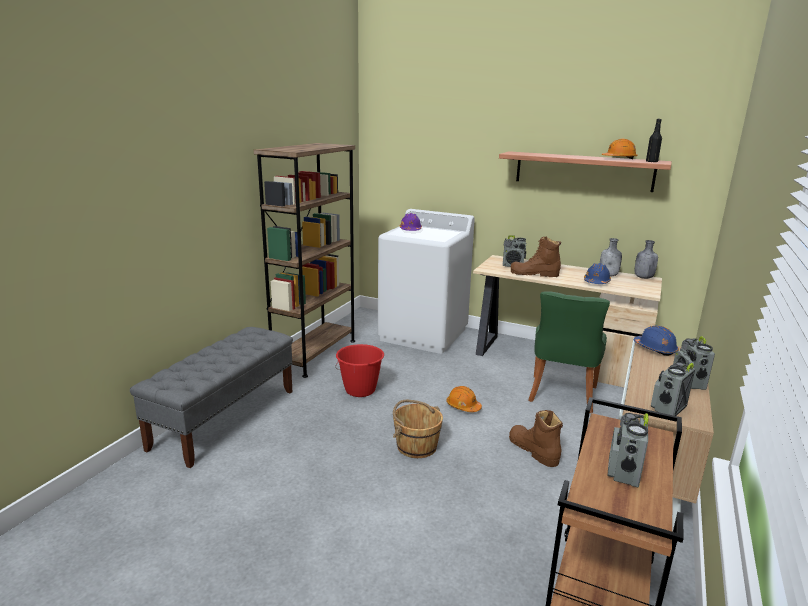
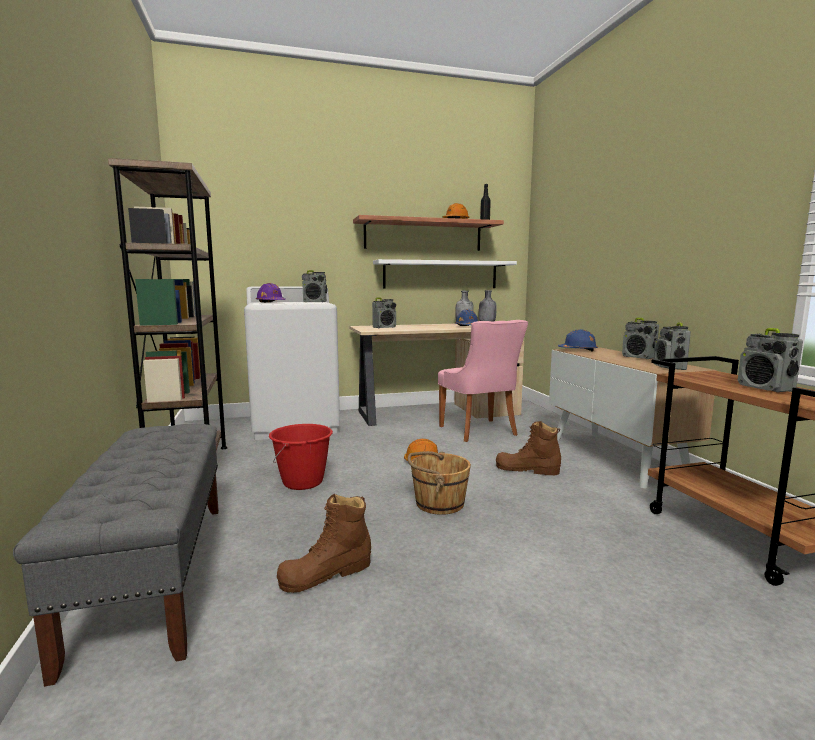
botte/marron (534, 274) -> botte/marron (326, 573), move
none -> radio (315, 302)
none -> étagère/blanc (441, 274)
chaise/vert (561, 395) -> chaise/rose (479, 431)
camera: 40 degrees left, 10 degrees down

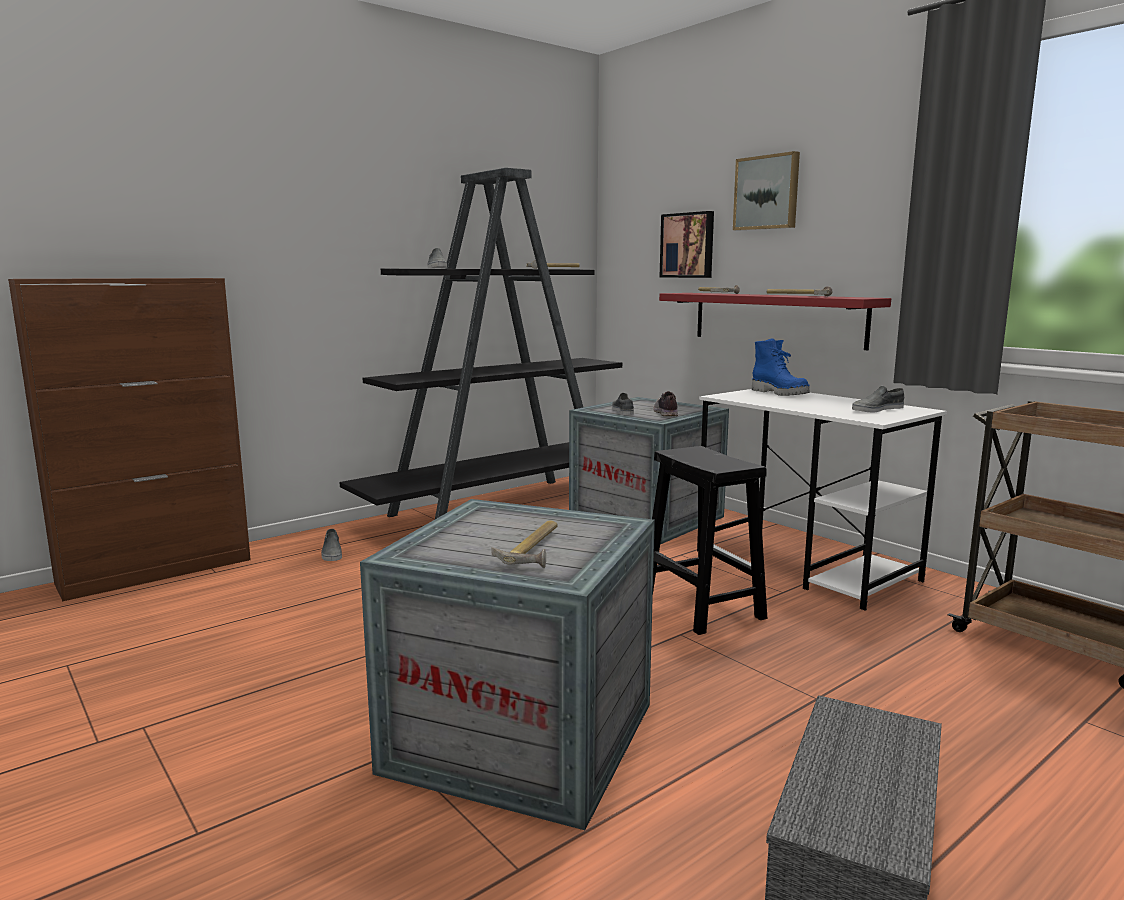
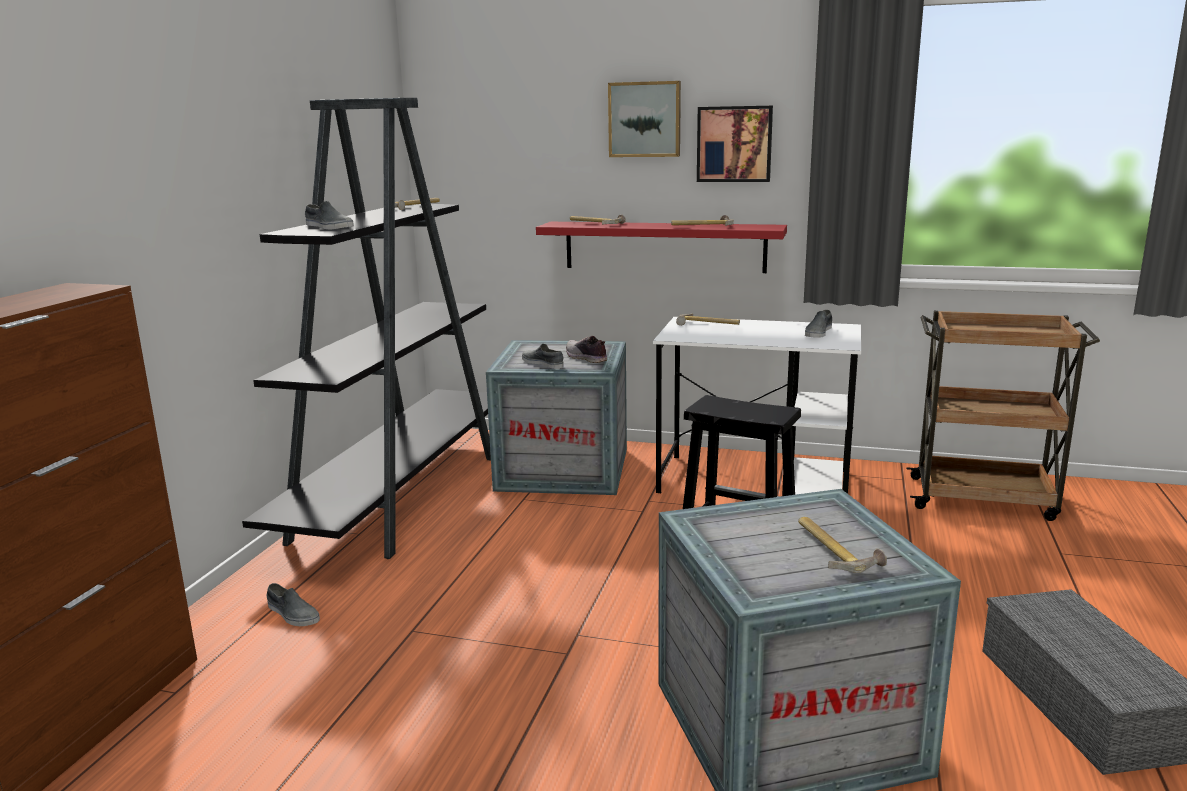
botte/bleu (780, 393) -> marteau (707, 324)
tableau (688, 245) -> tableau (734, 144), move
camera: 35 degrees left, 5 degrees up

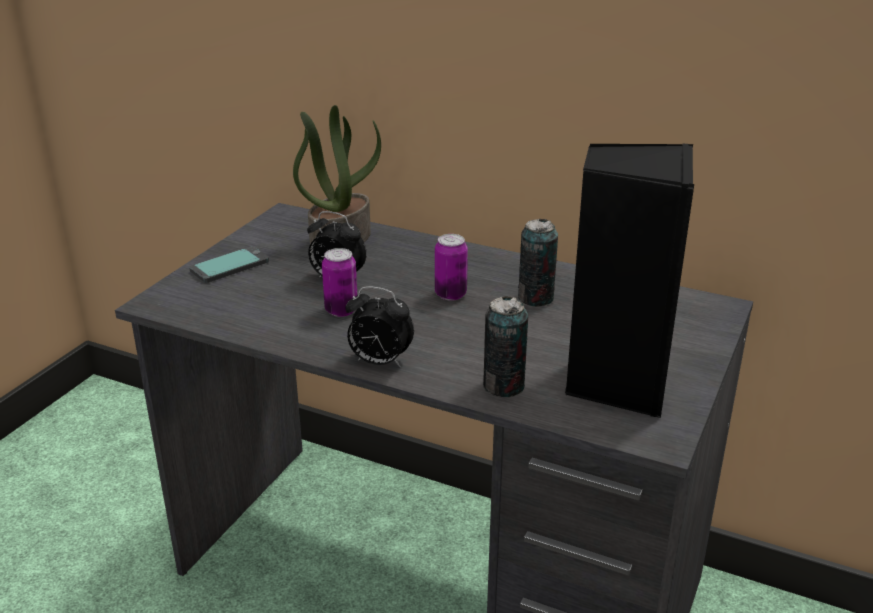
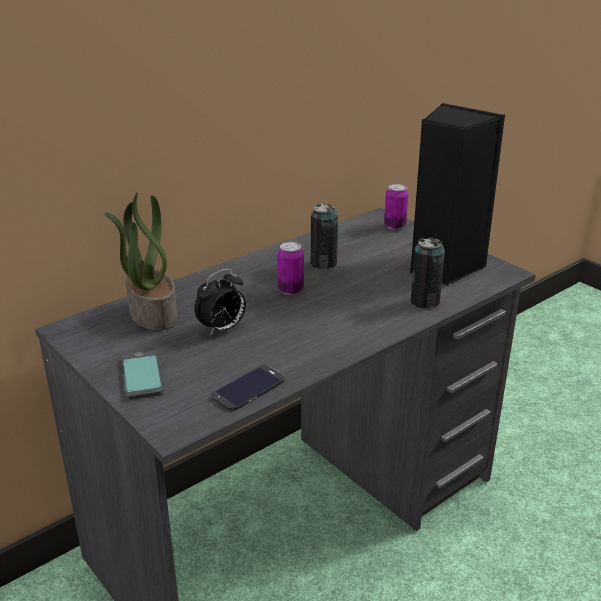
none -> téléphone (249, 388)
boîte métallique (341, 310) -> boîte métallique (394, 226), move
réveil (379, 362) -> none
camera: 65 degrees left, 0 degrees up

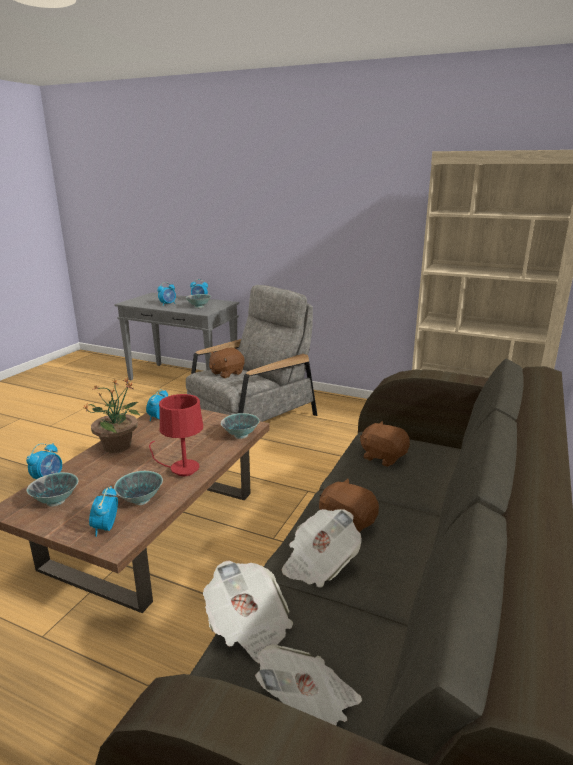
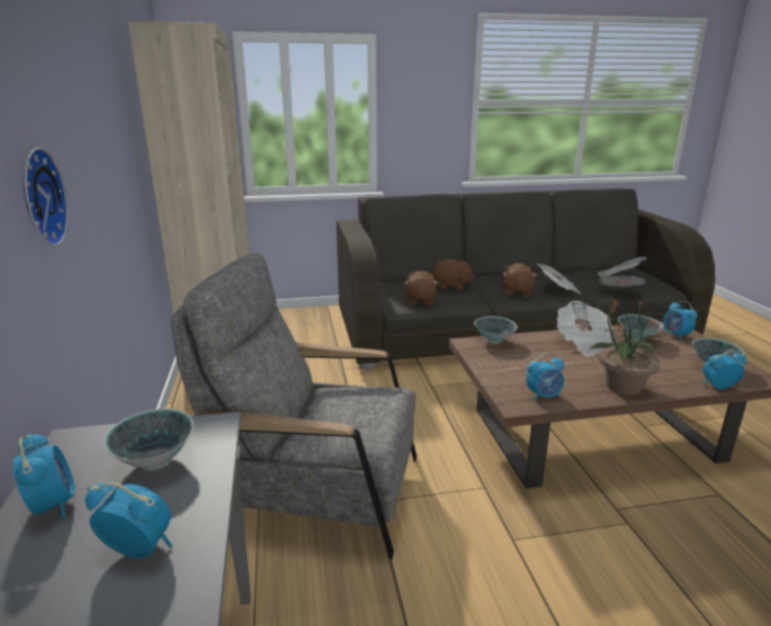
none -> horloge murale (38, 198)
peluche/marron (226, 373) -> peluche/marron (451, 286), move
lampe de table/rouge (179, 468) -> journal (583, 343)
réveil (106, 528) -> réveil (675, 335), 105 degrees clockwise
camera: 125 degrees left, 0 degrees up

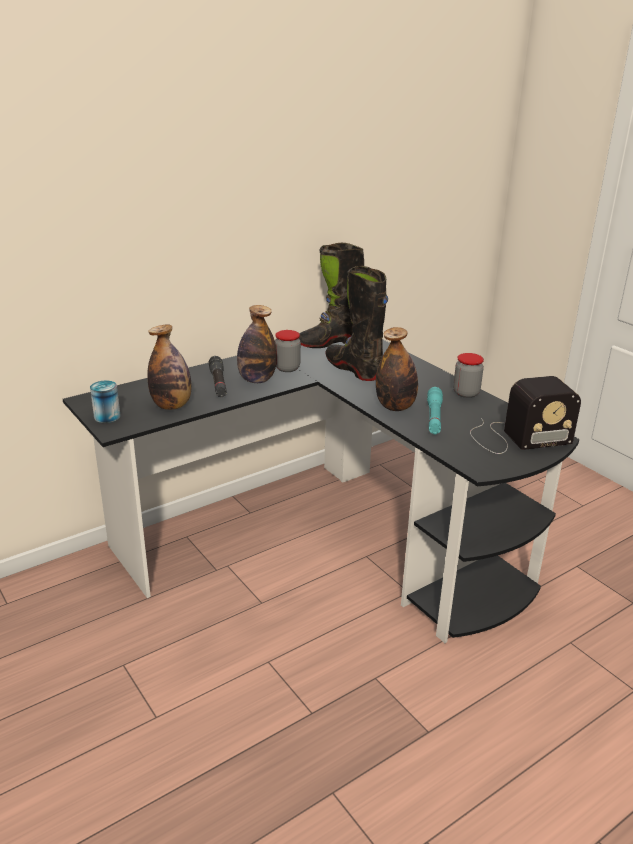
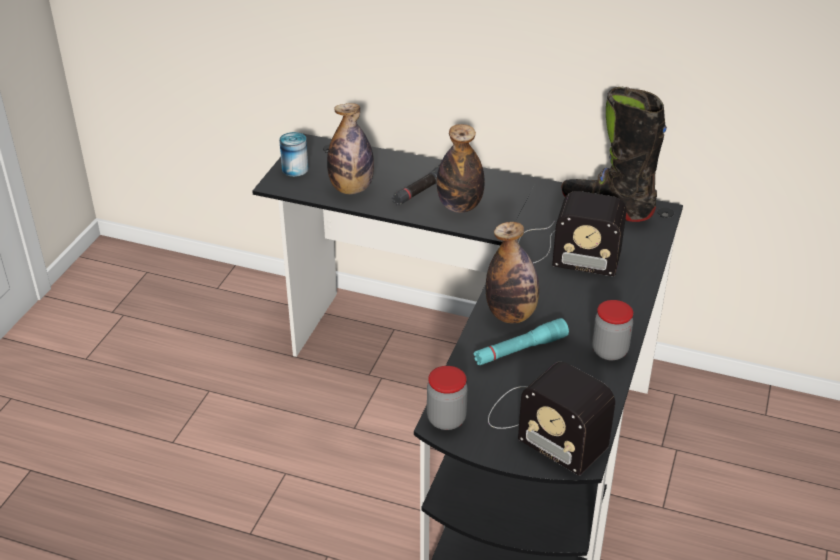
bocal (287, 368) -> bocal (446, 419), move
botte/noir (354, 369) -> radio (564, 252)
camera: 55 degrees right, 10 degrees up

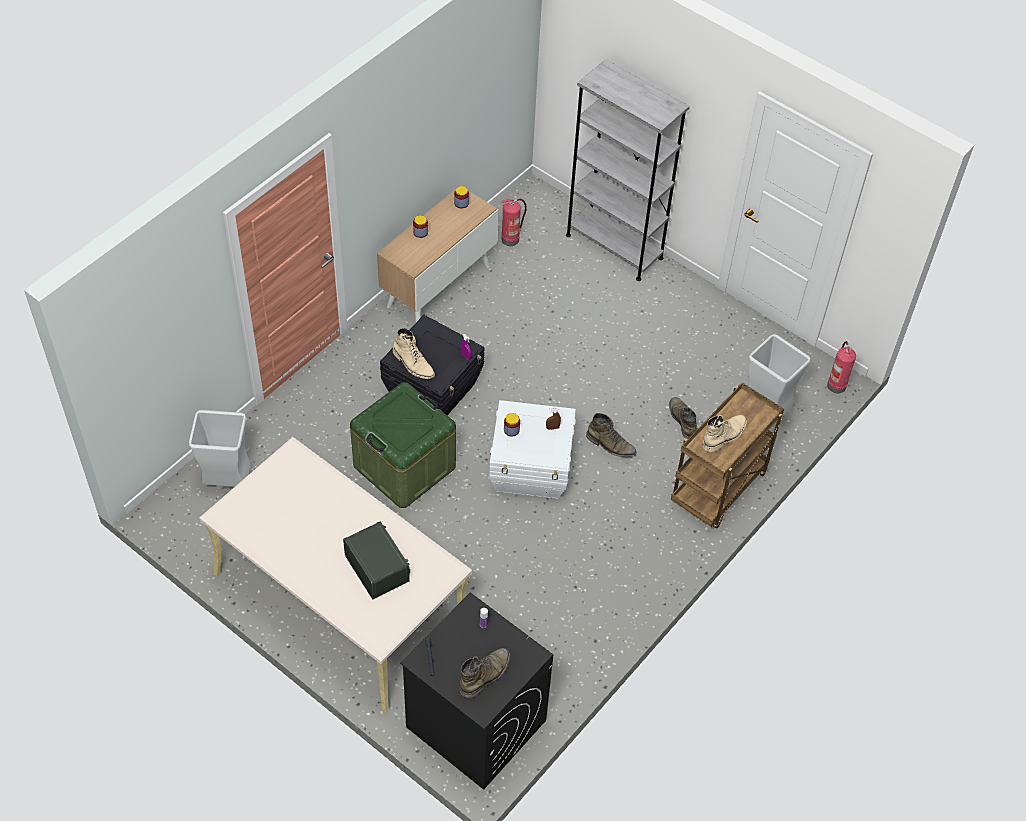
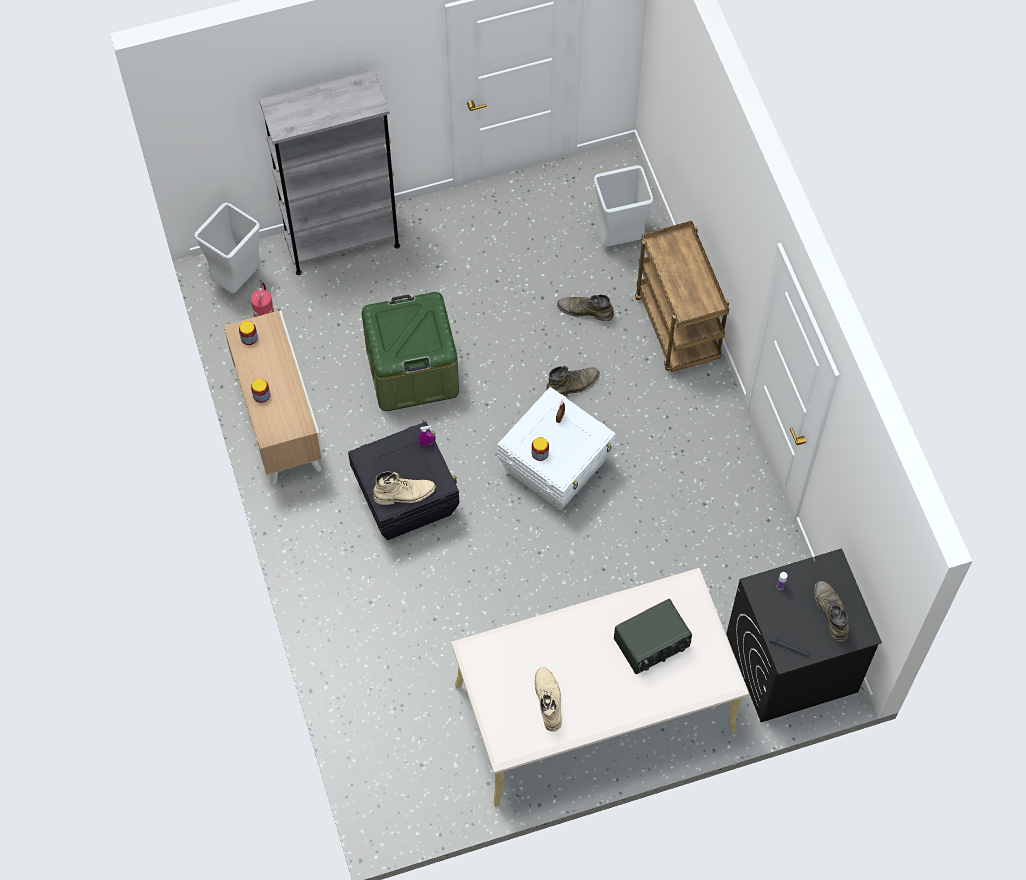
poubelle/gris (228, 482) -> poubelle/gris (238, 278), move
boîte de rangement/vert (404, 466) -> boîte de rangement/vert (412, 371), move
botte/beige (724, 435) -> botte/beige (548, 700), move
radio (378, 568) -> radio (652, 644), 150 degrees clockwise
extincteur (836, 385) -> none
camera: 55 degrees left, 10 degrees up

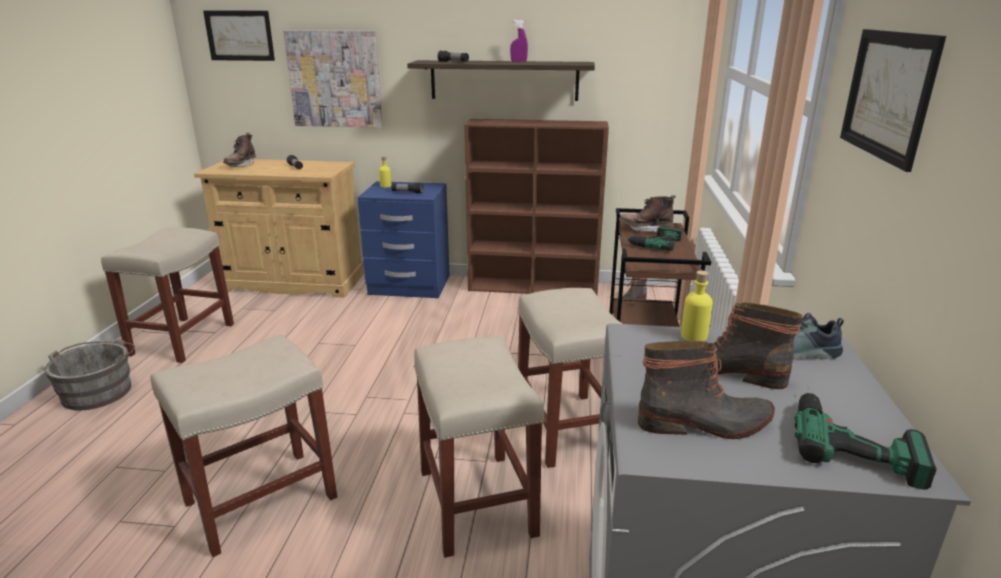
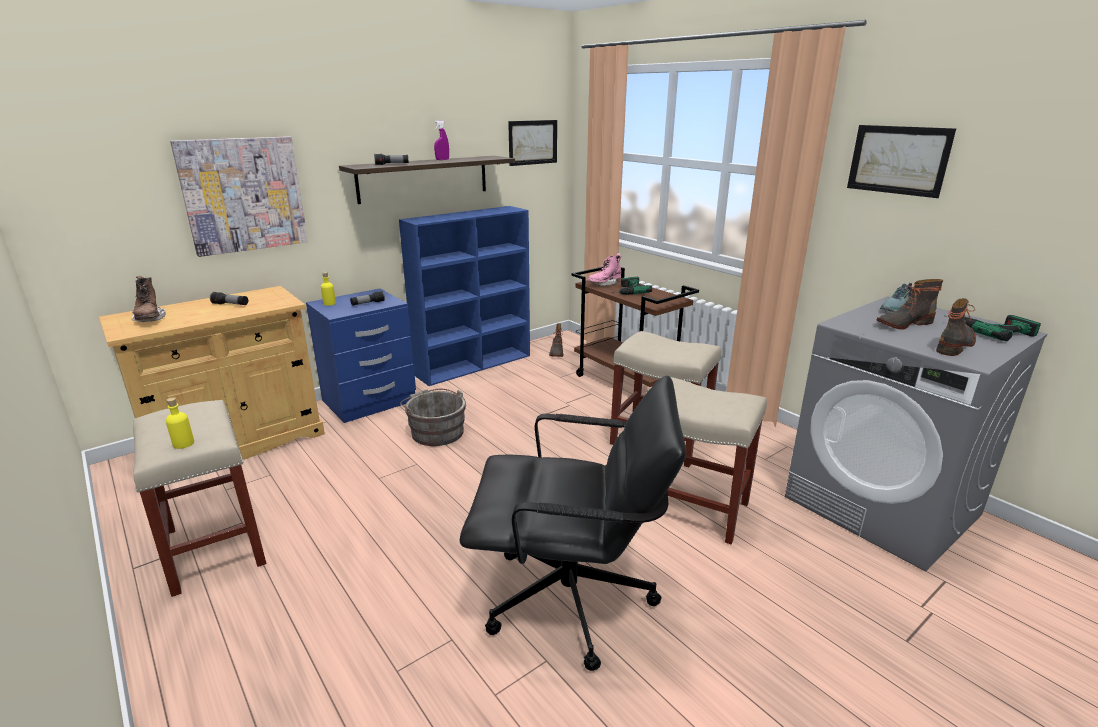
bouteille/jaune (693, 336) -> bouteille/jaune (183, 443), move
bibliothèque/marron (534, 287) -> bibliothèque/bleu (475, 364)
seau/gris (99, 391) -> seau/gris (436, 431), move
tabouret/beige (259, 501) -> chaise de bureau/noir (571, 600)
tableau (239, 35) -> tableau (533, 142), move
botte/marron (645, 229) -> botte/rose (604, 284)
camera: 45 degrees left, 0 degrees up

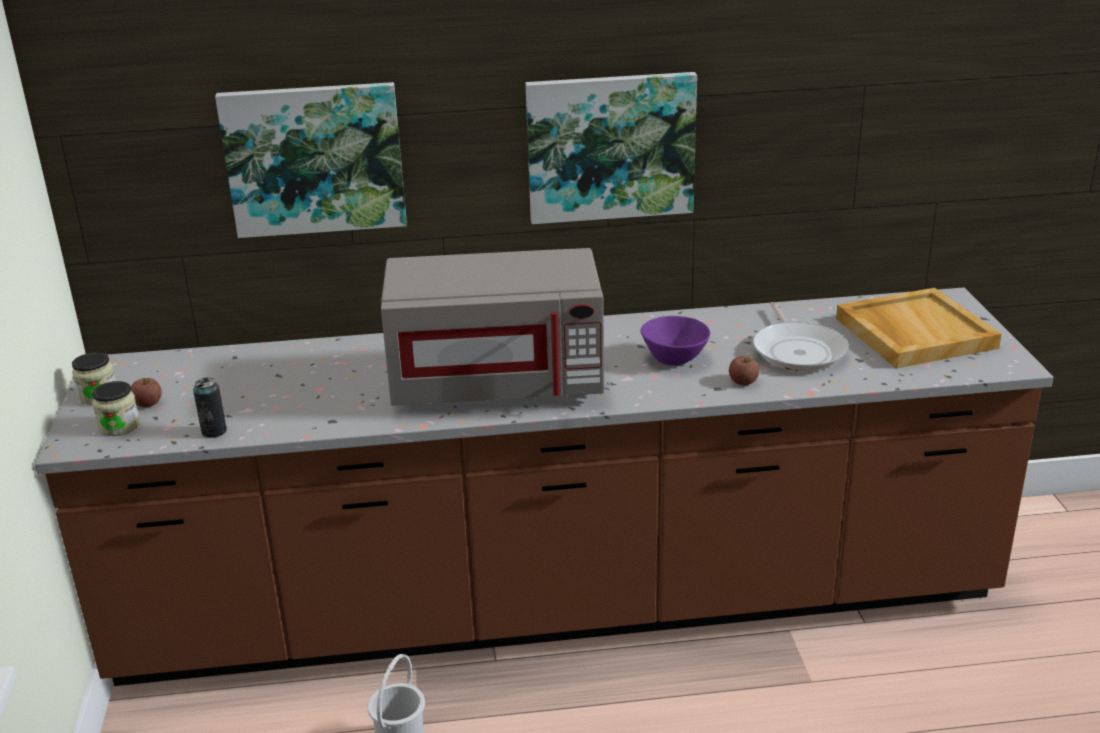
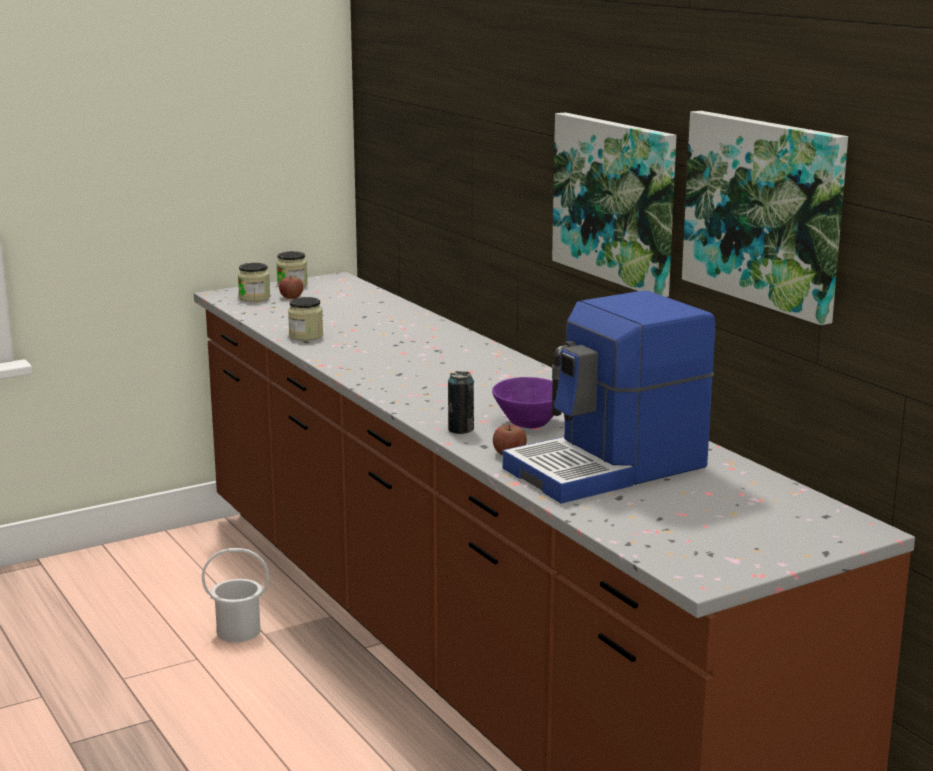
none -> bocal (306, 336)
boîte métallique (214, 431) -> boîte métallique (461, 429), move
poêle (798, 350) -> machine à café (609, 468)
tableau (314, 159) -> tableau (765, 212), move
micro-ondes/gris (498, 382) -> none
plateau/beige (913, 333) -> none
camera: 65 degrees right, 10 degrees down

